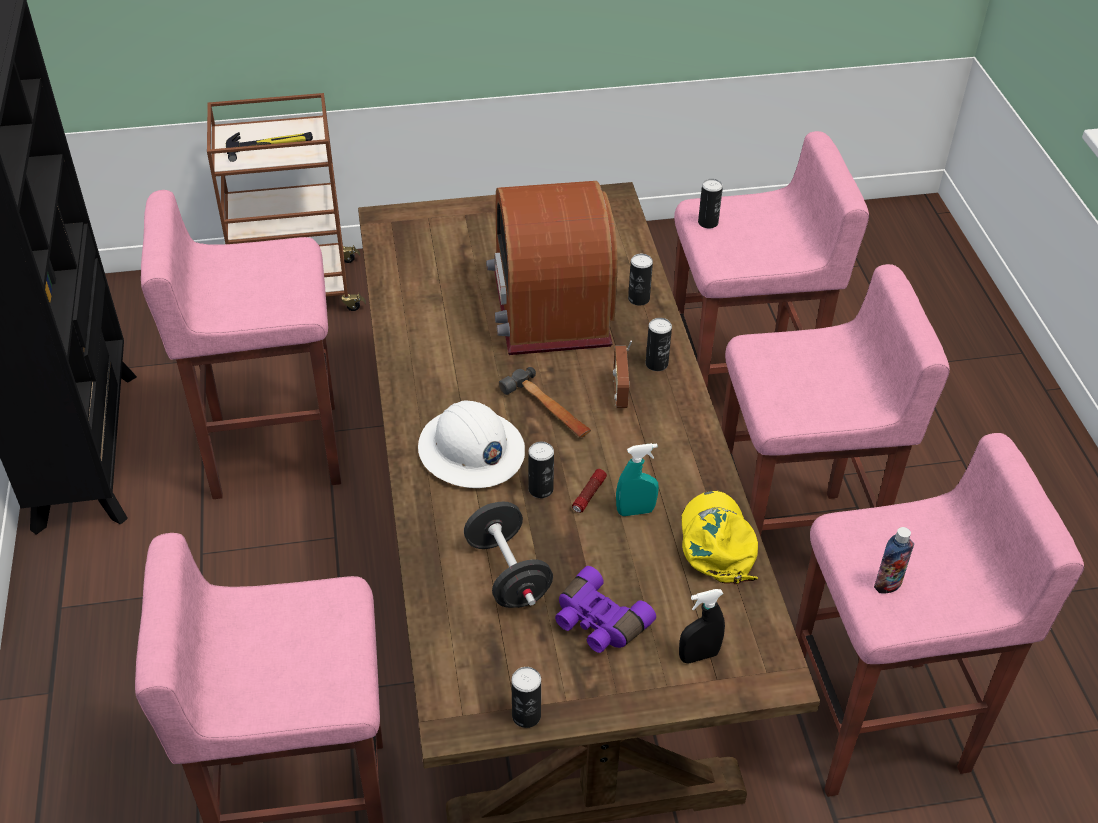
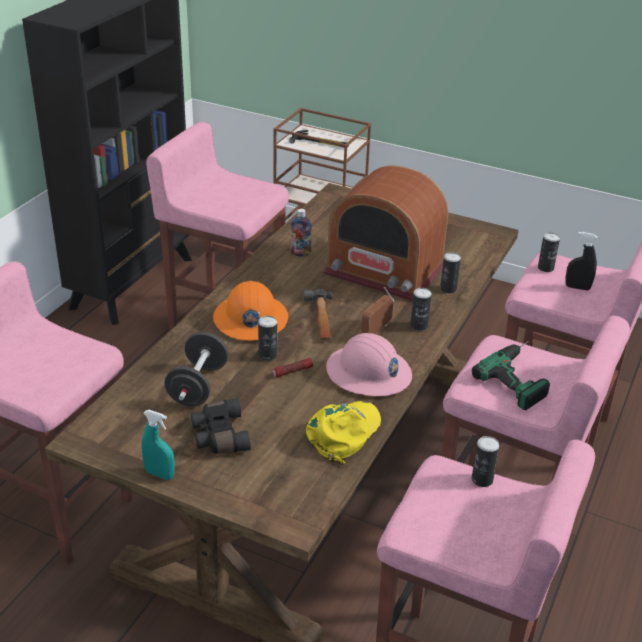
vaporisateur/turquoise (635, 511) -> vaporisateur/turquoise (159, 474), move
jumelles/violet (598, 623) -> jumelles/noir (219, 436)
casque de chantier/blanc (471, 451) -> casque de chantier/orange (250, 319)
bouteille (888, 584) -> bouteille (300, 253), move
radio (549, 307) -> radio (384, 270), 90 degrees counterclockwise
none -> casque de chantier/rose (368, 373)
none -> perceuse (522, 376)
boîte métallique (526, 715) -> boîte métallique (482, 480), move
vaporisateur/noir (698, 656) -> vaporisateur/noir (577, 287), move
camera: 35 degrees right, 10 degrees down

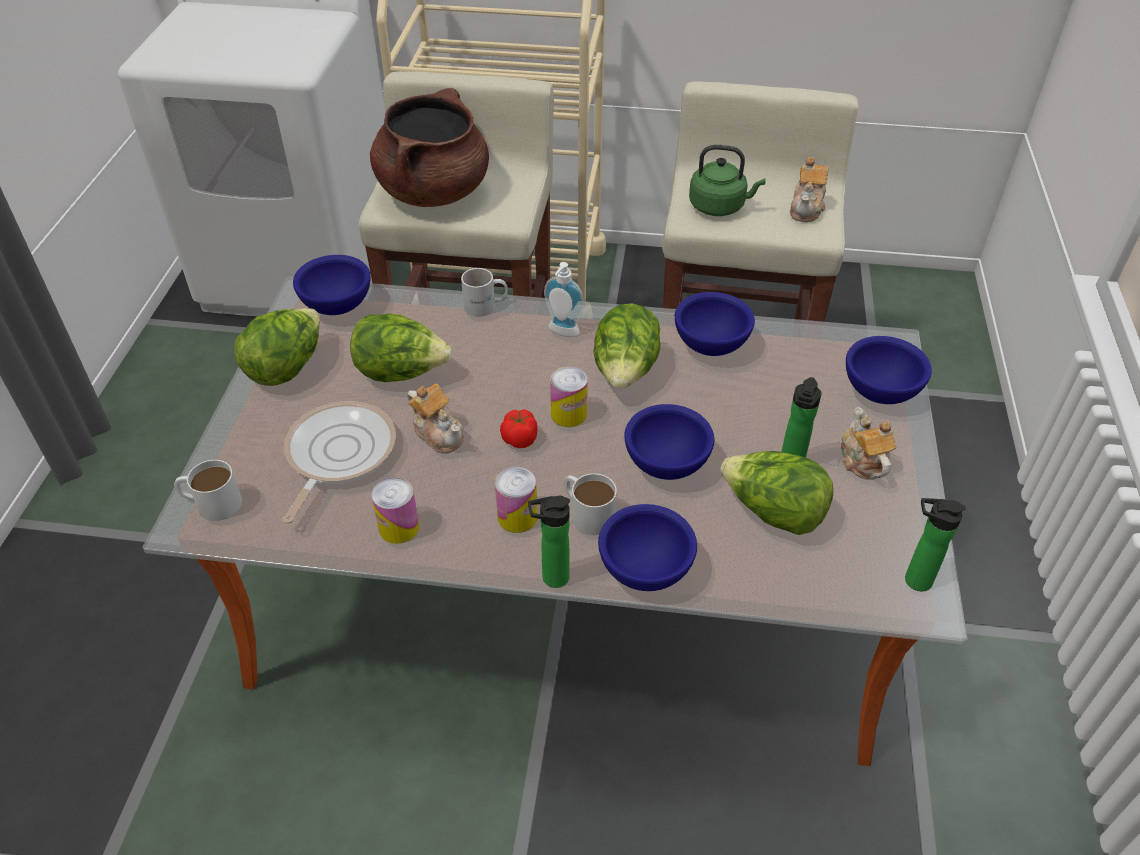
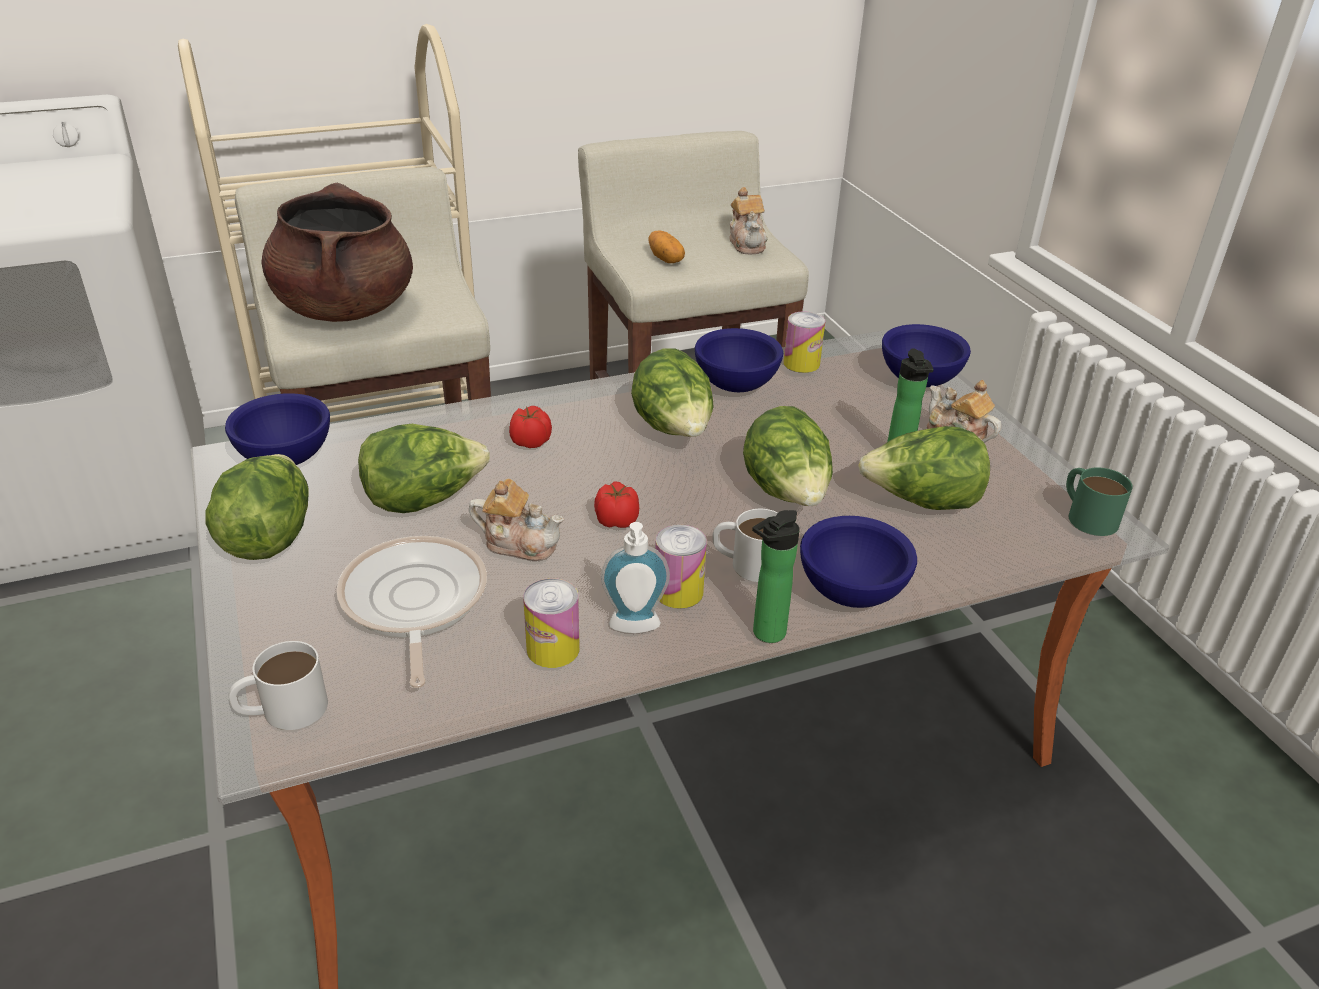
none -> tomate (530, 442)
distributeur de savon (562, 332) -> distributeur de savon (634, 629), move
bouilloire/vert (720, 207) -> pomme de terre (666, 259)
bol/bleu (667, 463) -> laitue (787, 494)
boîte métallique (569, 414) -> boîte métallique (801, 363), move
bouteille (913, 580) -> mug/vert (1086, 515)
mug/blanc (486, 306) -> none
camera: 30 degrees left, 10 degrees down

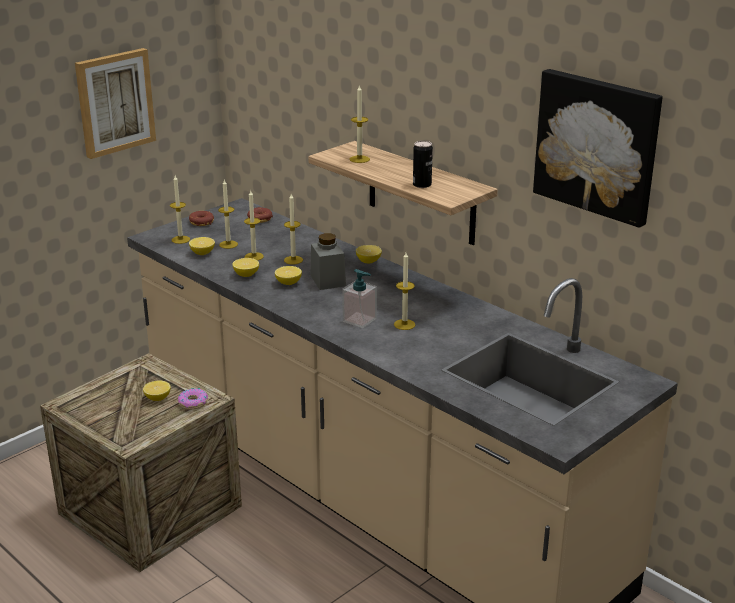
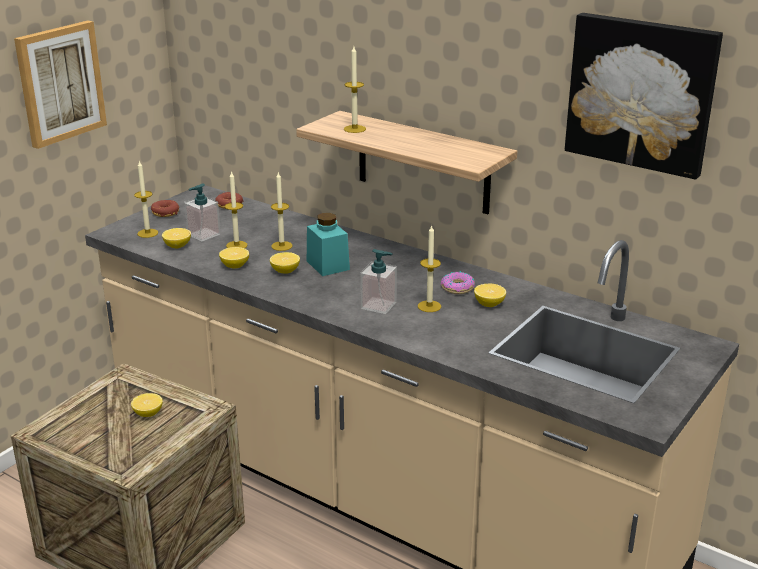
bougie (228, 244) -> distributeur de savon (203, 234)
bocal/gris (328, 280) -> bocal/turquoise (328, 265)
beignet (193, 403) -> beignet (458, 288), move
citron (368, 261) -> citron (489, 304), move
boîte métallique (422, 185) -> none
camera: 10 degrees left, 0 degrees up

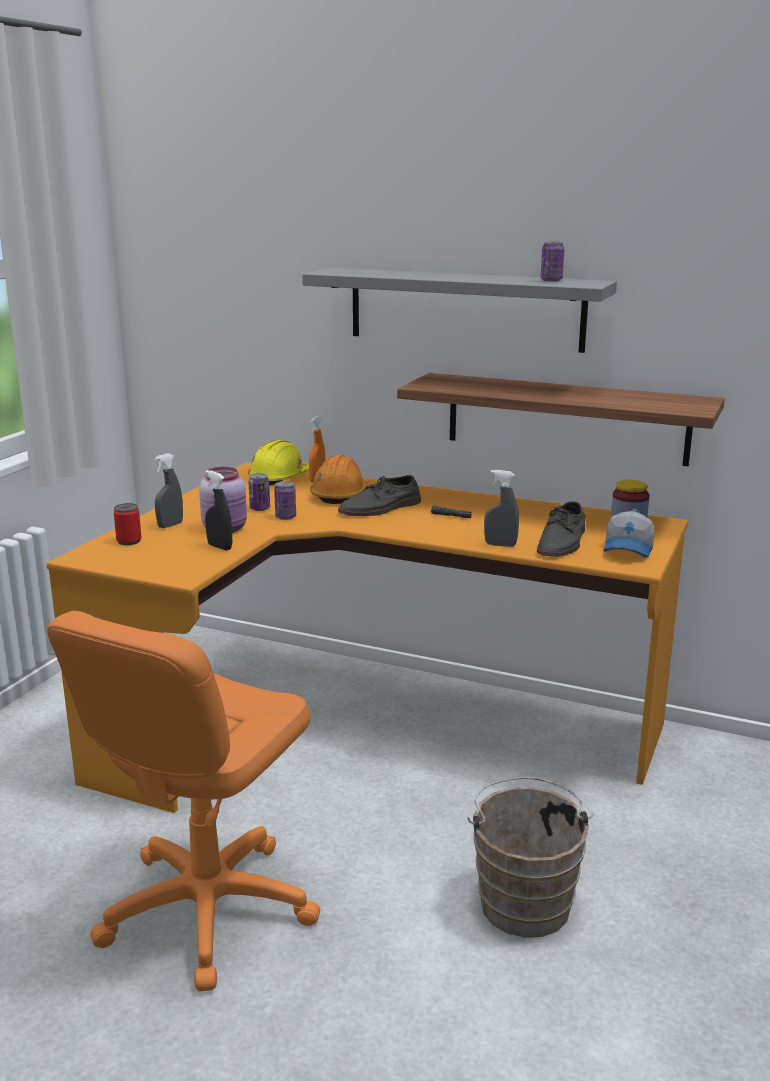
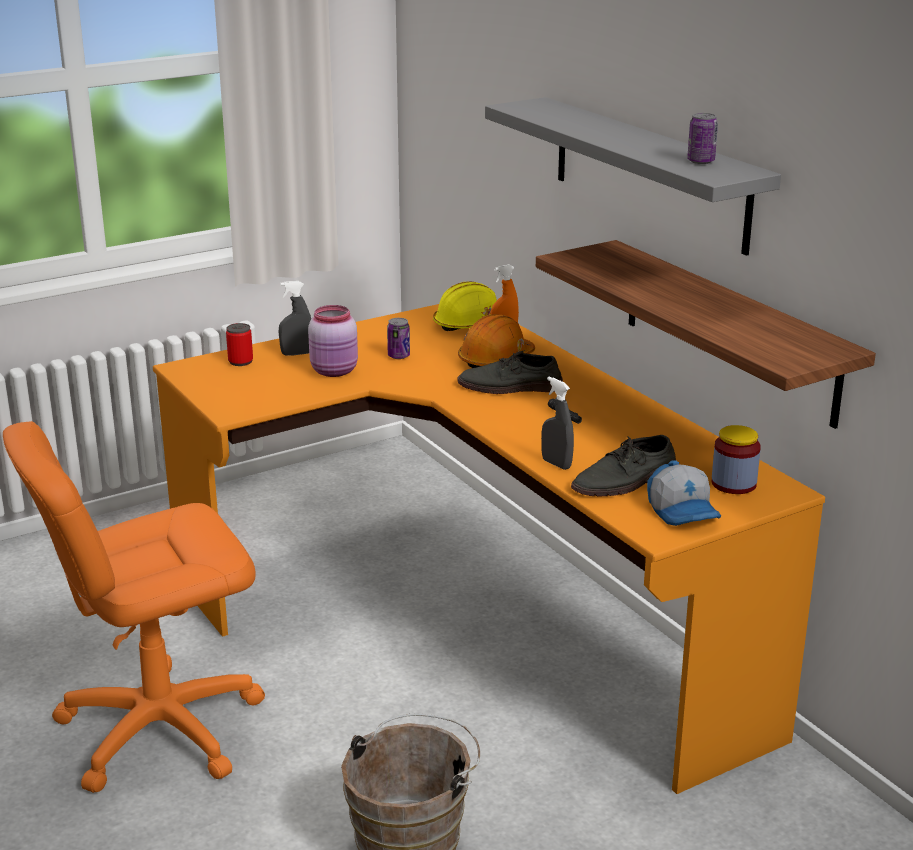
casquette (629, 549) -> casquette (683, 511), 75 degrees counterclockwise
vaporisateur/noir (219, 547) -> none
boîte métallique (285, 517) -> none
camera: 35 degrees right, 5 degrees up

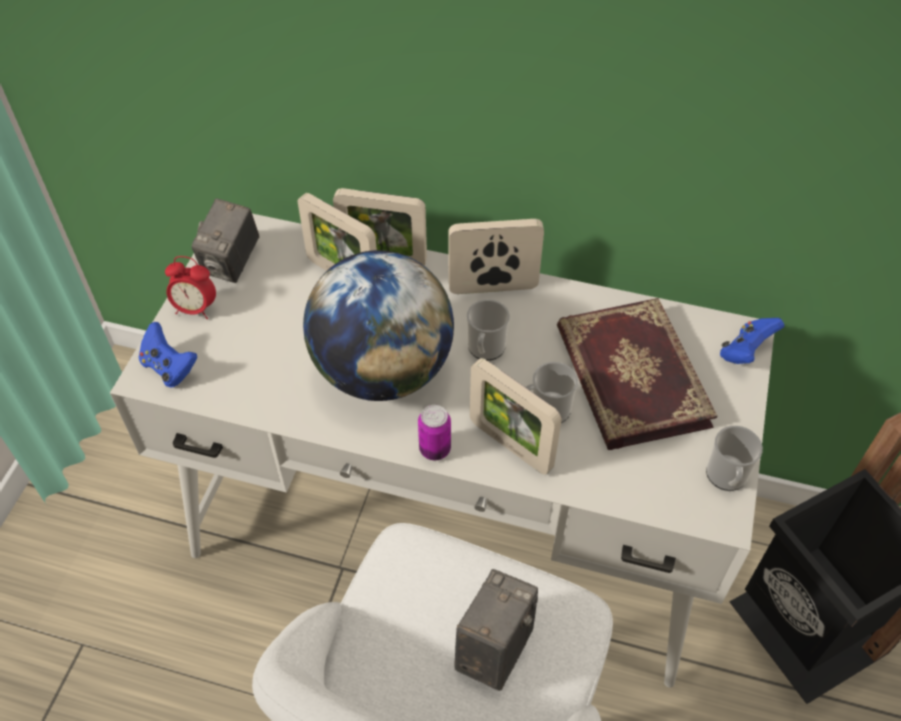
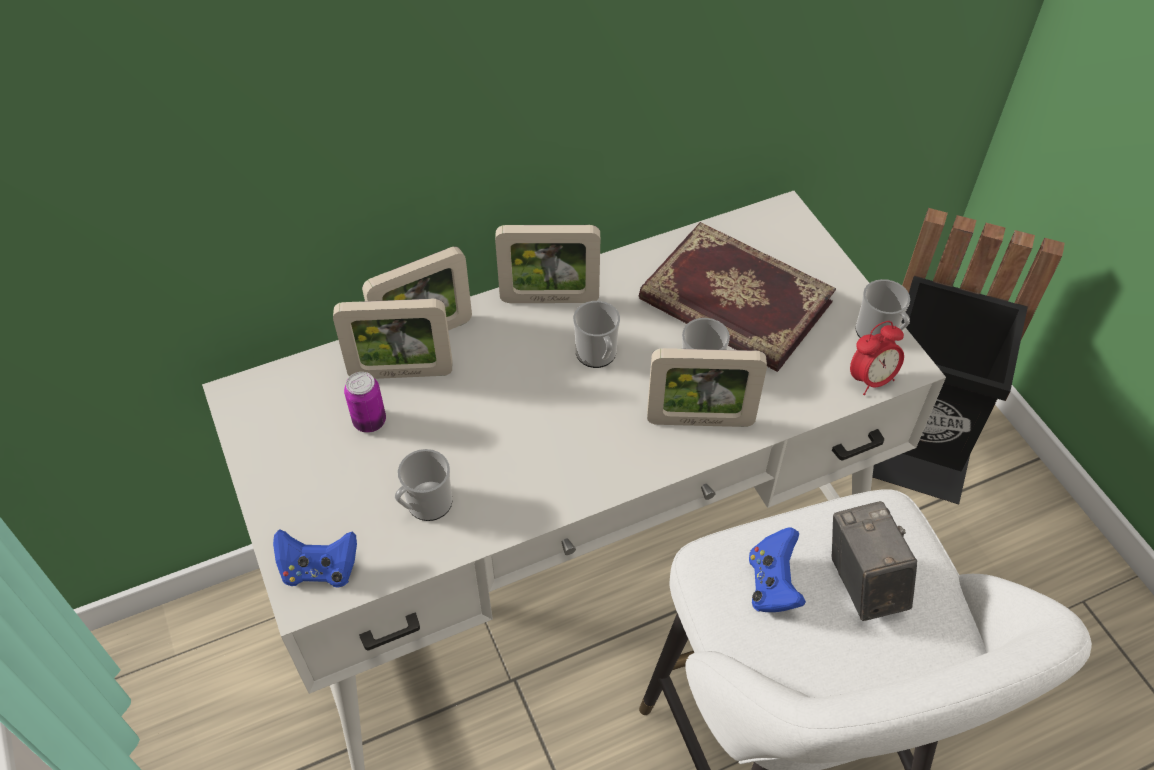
boîte métallique (435, 449) -> boîte métallique (369, 421), move
none -> mug (425, 505)
cadre photo (493, 288) -> cadre photo (549, 299), 135 degrees counterclockwise
manette/bleu (745, 352) -> manette/bleu (772, 584), move
réveil (195, 309) -> réveil (871, 379), move
appareil photo (232, 263) -> none
globe (383, 370) -> none
camera: 40 degrees left, 0 degrees up

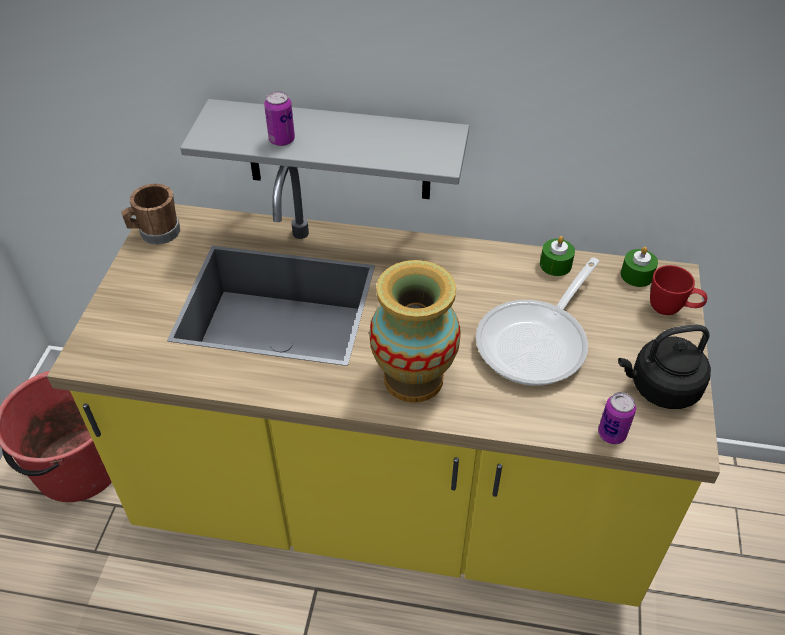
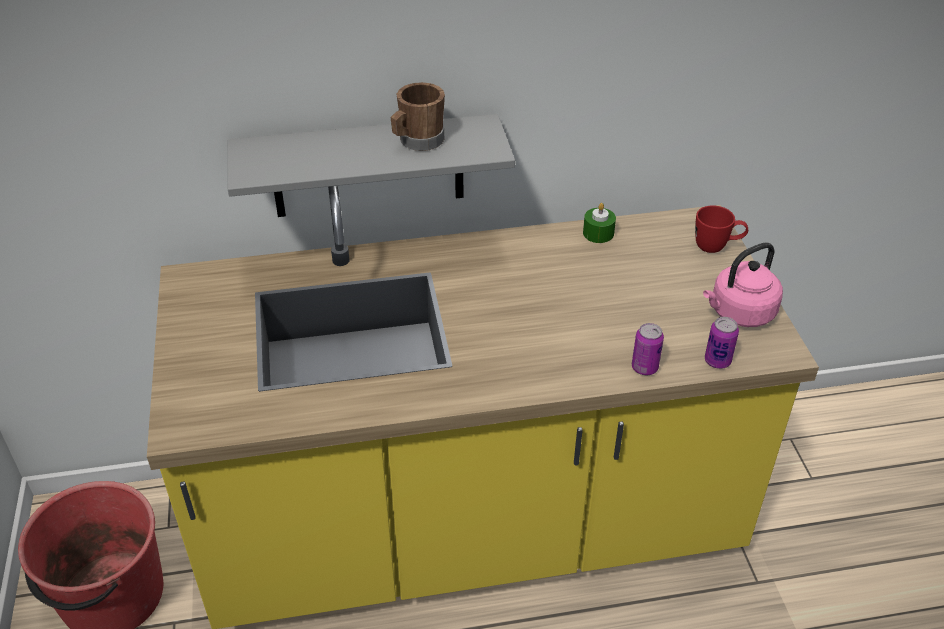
mug/marron (155, 233) -> mug/marron (417, 141), move
boîte métallique (282, 140) -> boîte métallique (644, 367), move
bouilloire/noir (660, 388) -> bouilloire/rose (739, 313)
vase (413, 378) -> none
poêle (537, 342) -> none
bougie/vert (636, 275) -> none
camera: 20 degrees left, 5 degrees down

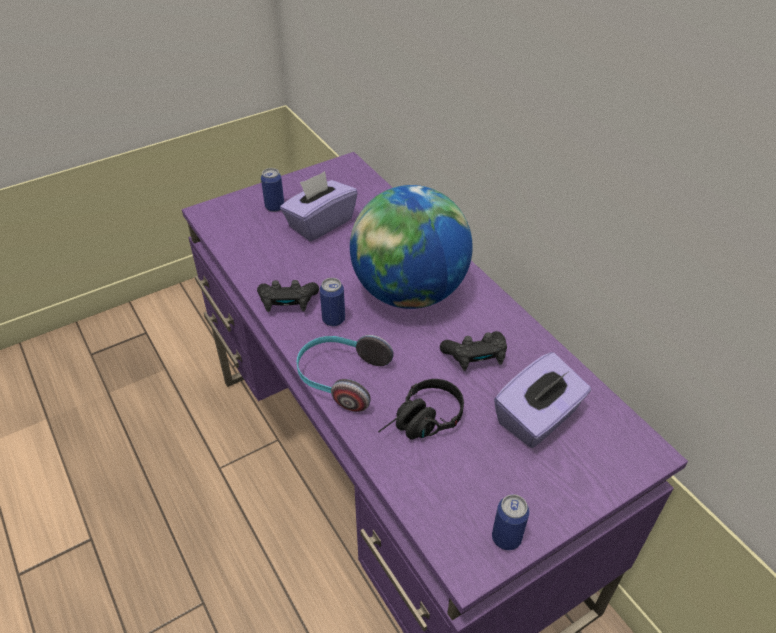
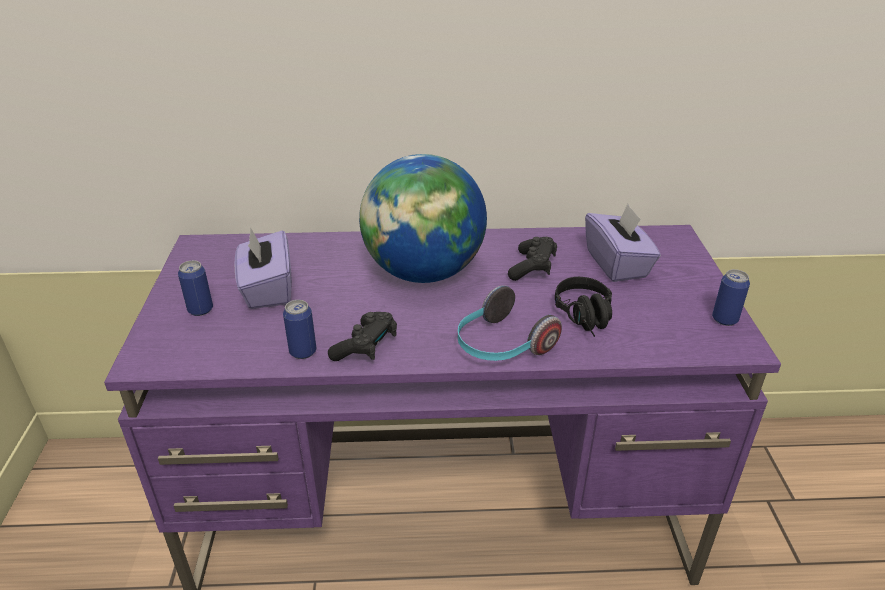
boîte métallique (333, 319) -> boîte métallique (303, 352), move
camera: 60 degrees left, 10 degrees down

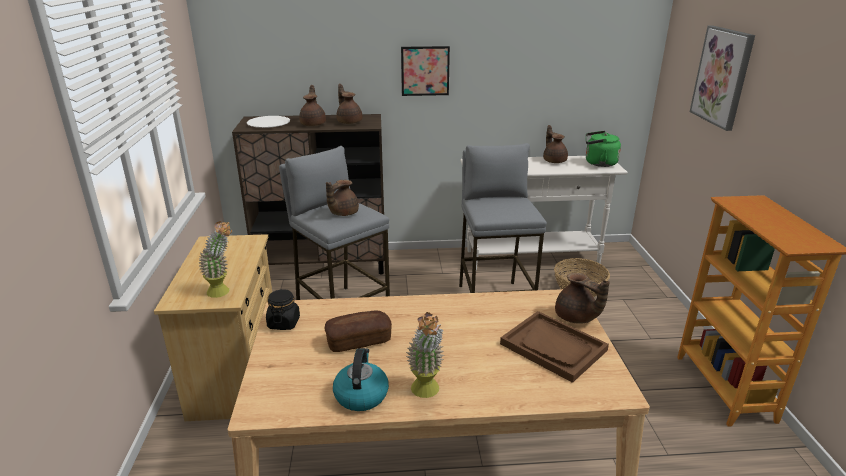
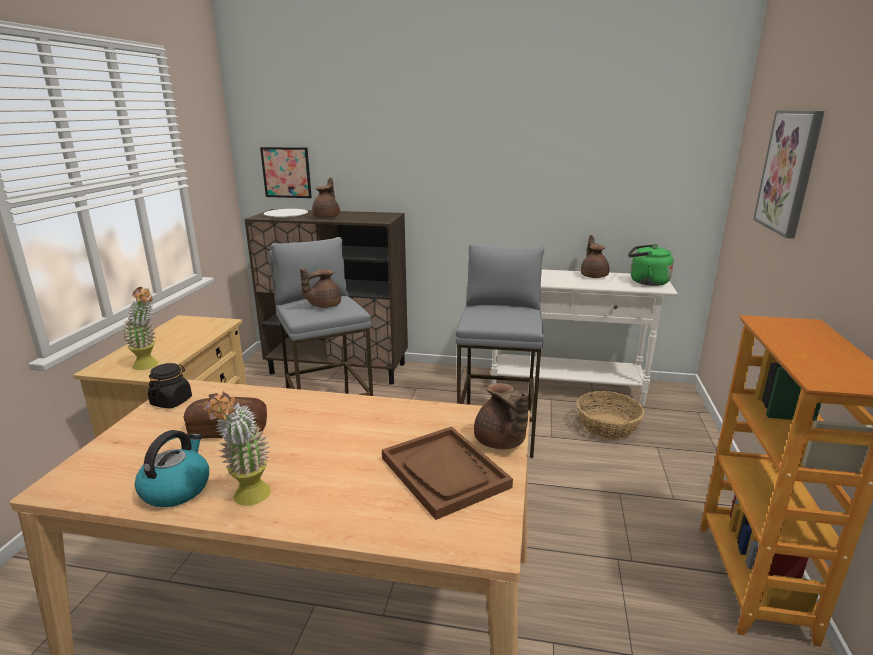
tableau (425, 71) -> tableau (286, 172), move
théière/marron (349, 122) -> none
camera: 15 degrees right, 5 degrees down

